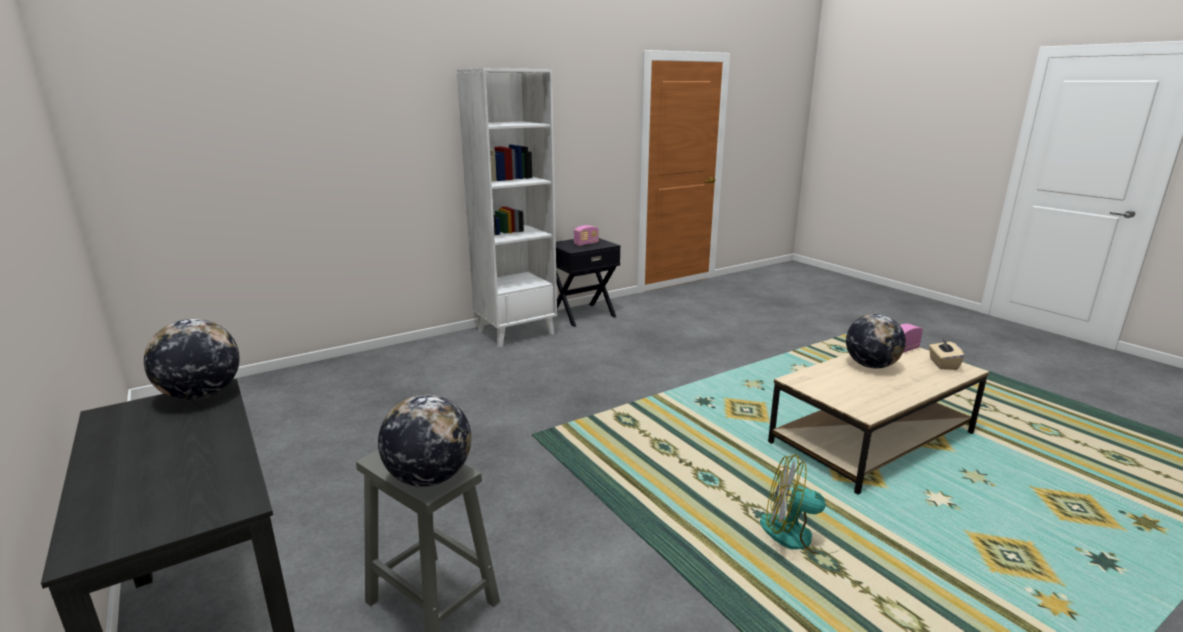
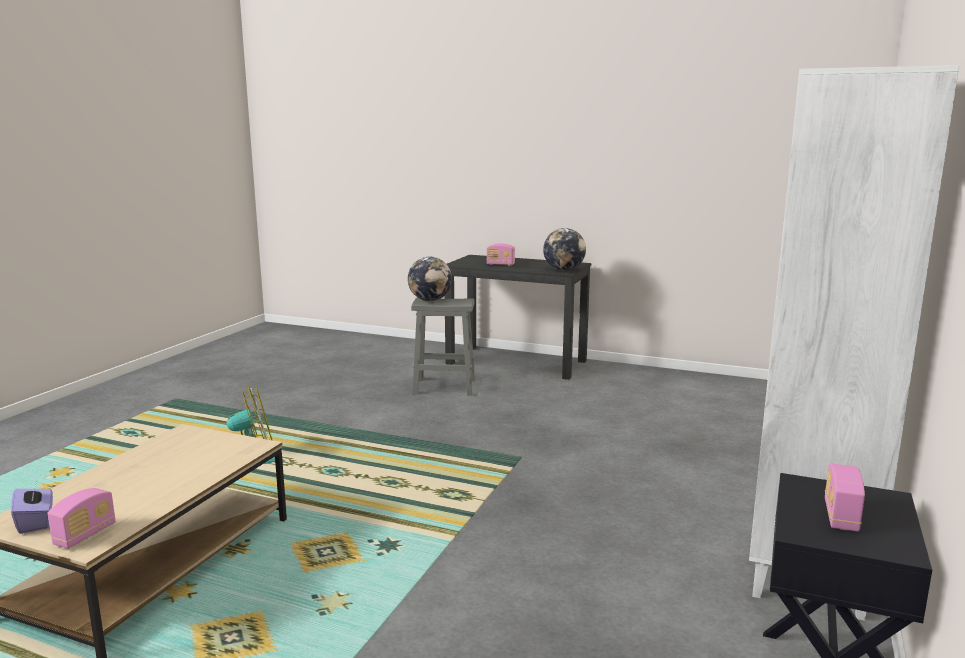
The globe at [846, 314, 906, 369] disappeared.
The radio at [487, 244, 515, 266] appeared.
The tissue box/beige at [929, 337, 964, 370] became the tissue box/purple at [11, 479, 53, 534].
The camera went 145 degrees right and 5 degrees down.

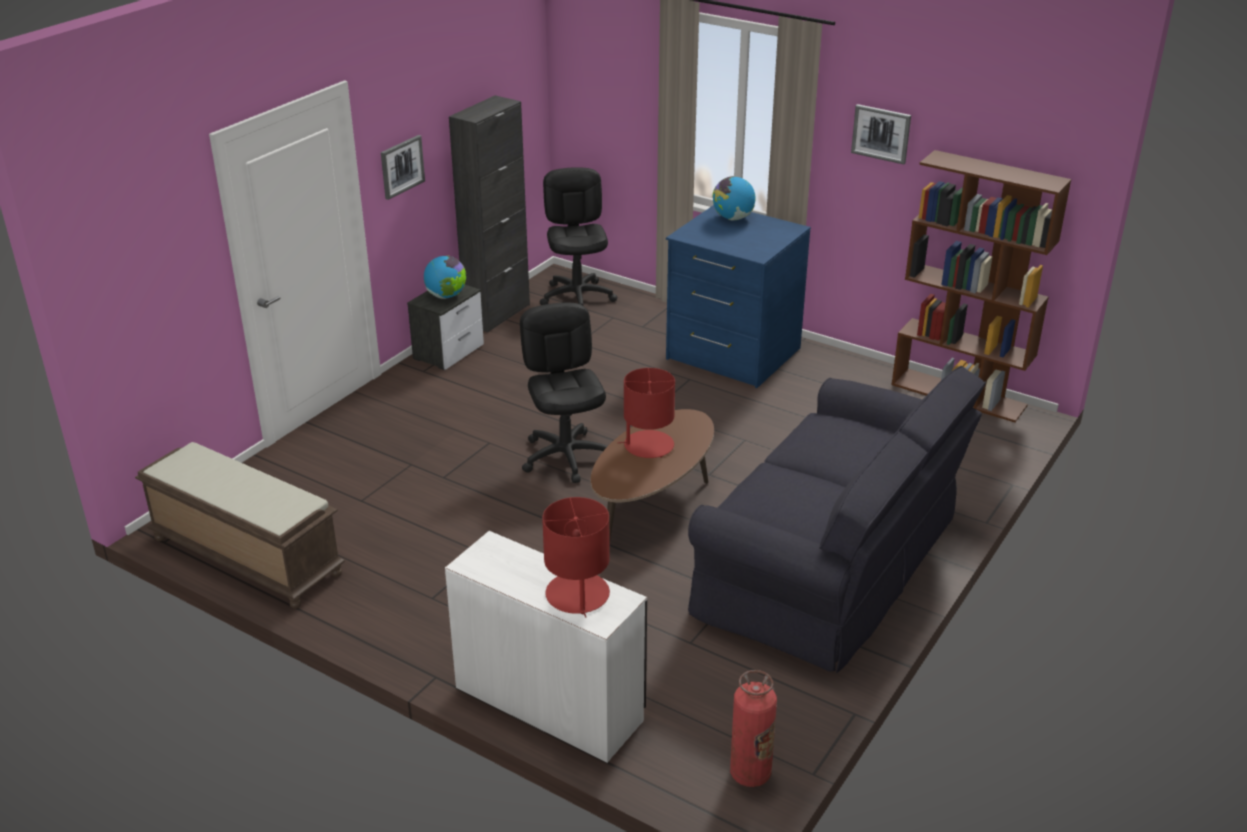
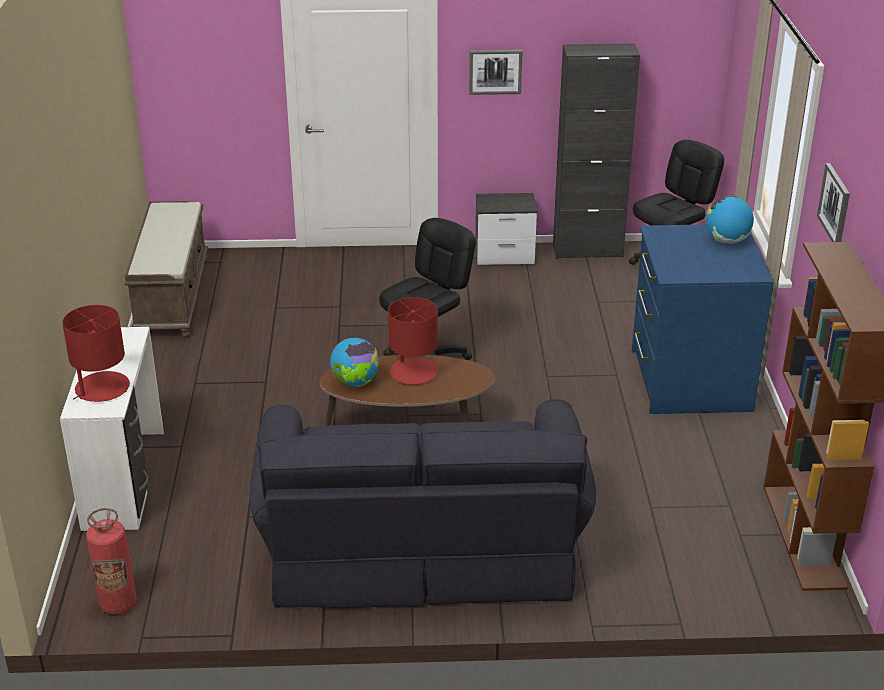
The globe moved from [424, 255, 466, 299] to [330, 338, 379, 387].
The camera went 55 degrees right and 0 degrees up.

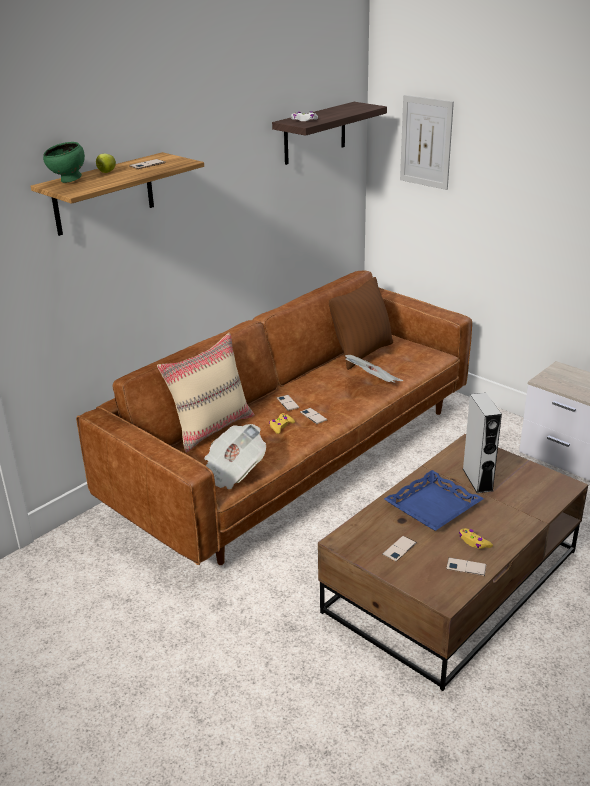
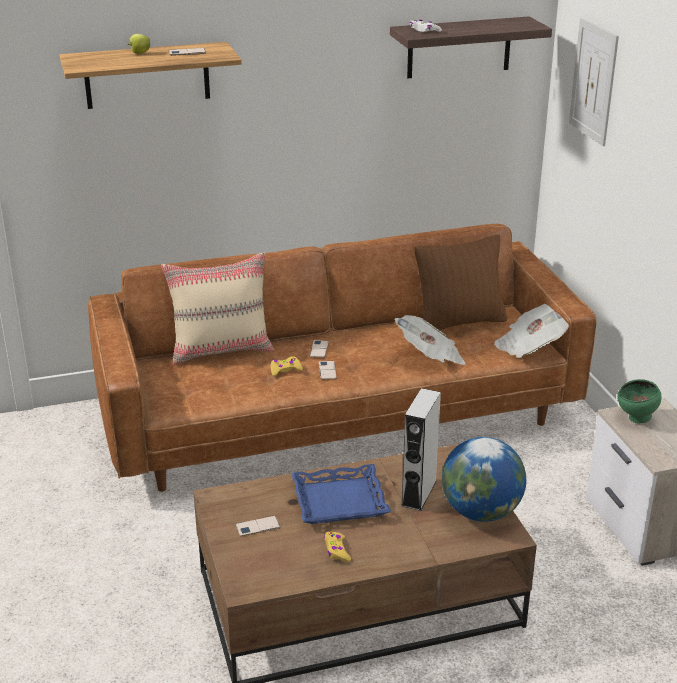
The phone at [446, 558, 486, 576] disappeared.
The globe at [442, 437, 526, 522] appeared.
The bowl/green moved from [43, 142, 85, 183] to [617, 379, 661, 423].
The newspaper moved from [204, 424, 266, 489] to [494, 304, 569, 358].
The camera went 30 degrees right and 0 degrees up.

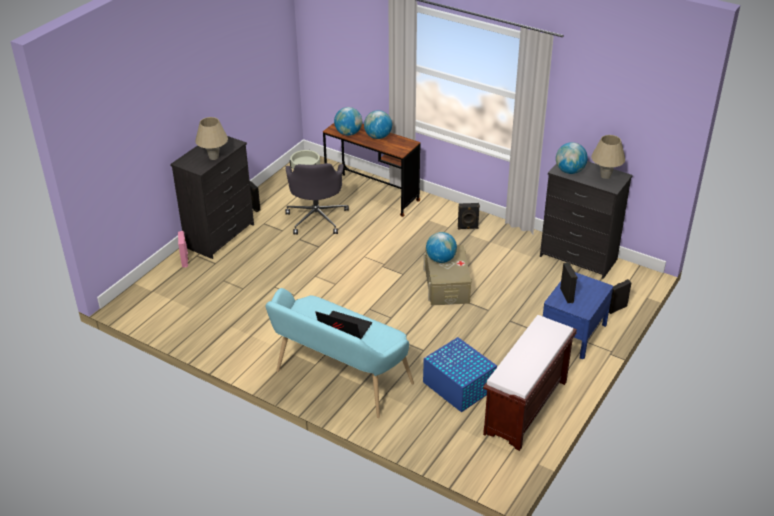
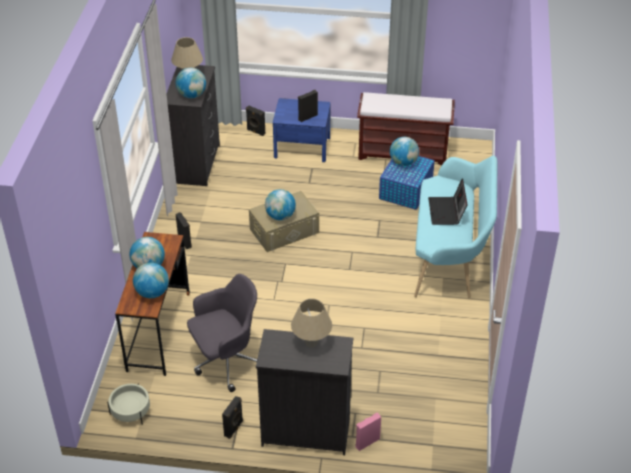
The globe at [390, 137, 419, 166] appeared.
The camera went 115 degrees left and 5 degrees up.

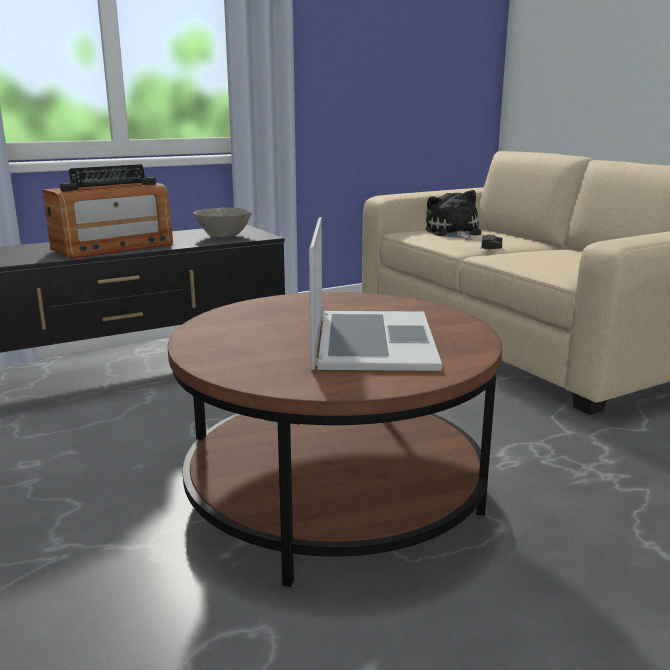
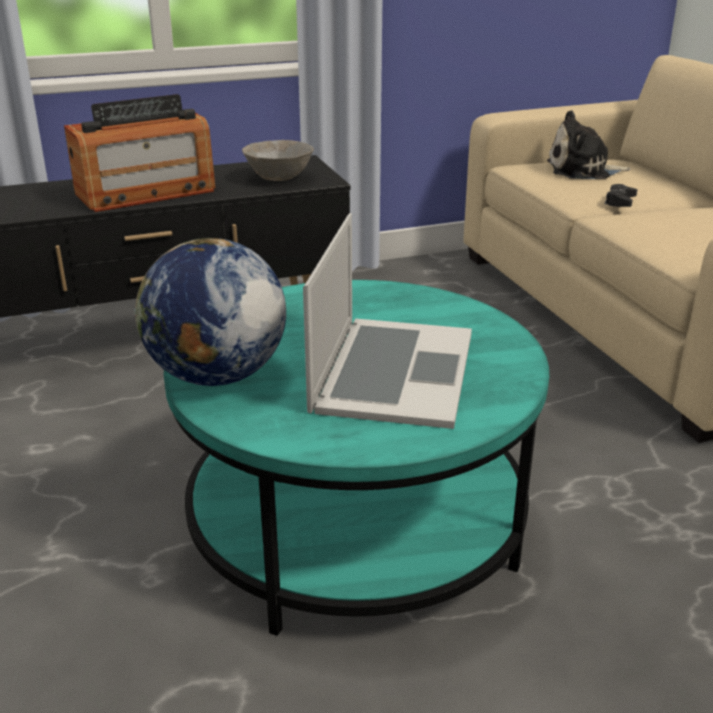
The globe at [134, 238, 286, 386] appeared.
The coffee table/brown at [168, 292, 502, 587] became the coffee table/turquoise at [164, 280, 549, 636].
The plush toy at [425, 190, 481, 240] turned 90 degrees counterclockwise.
The camera went 10 degrees right and 10 degrees up.

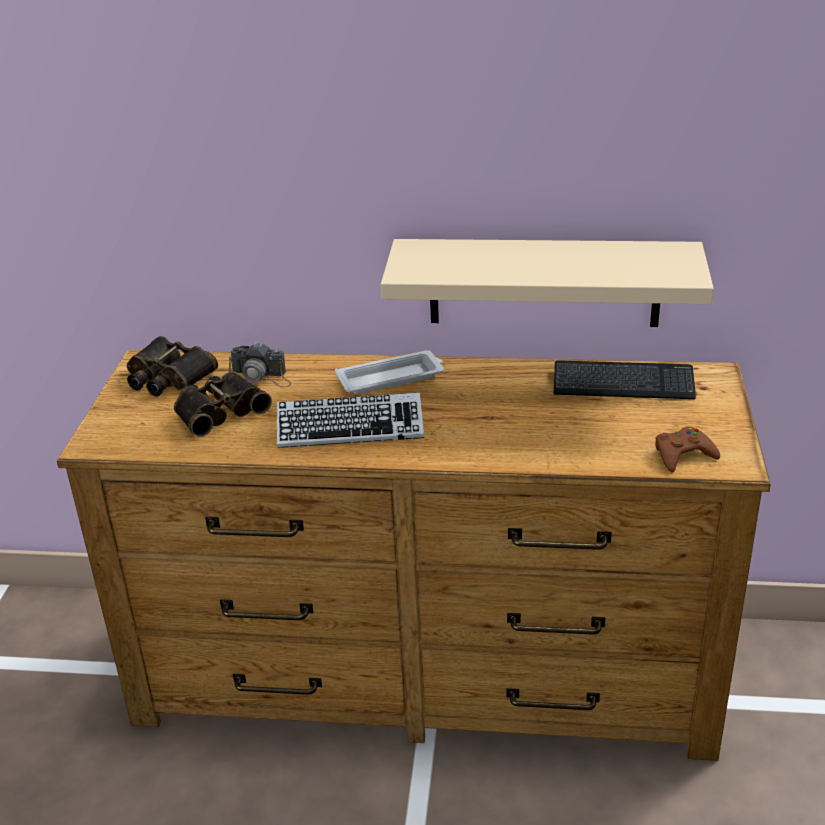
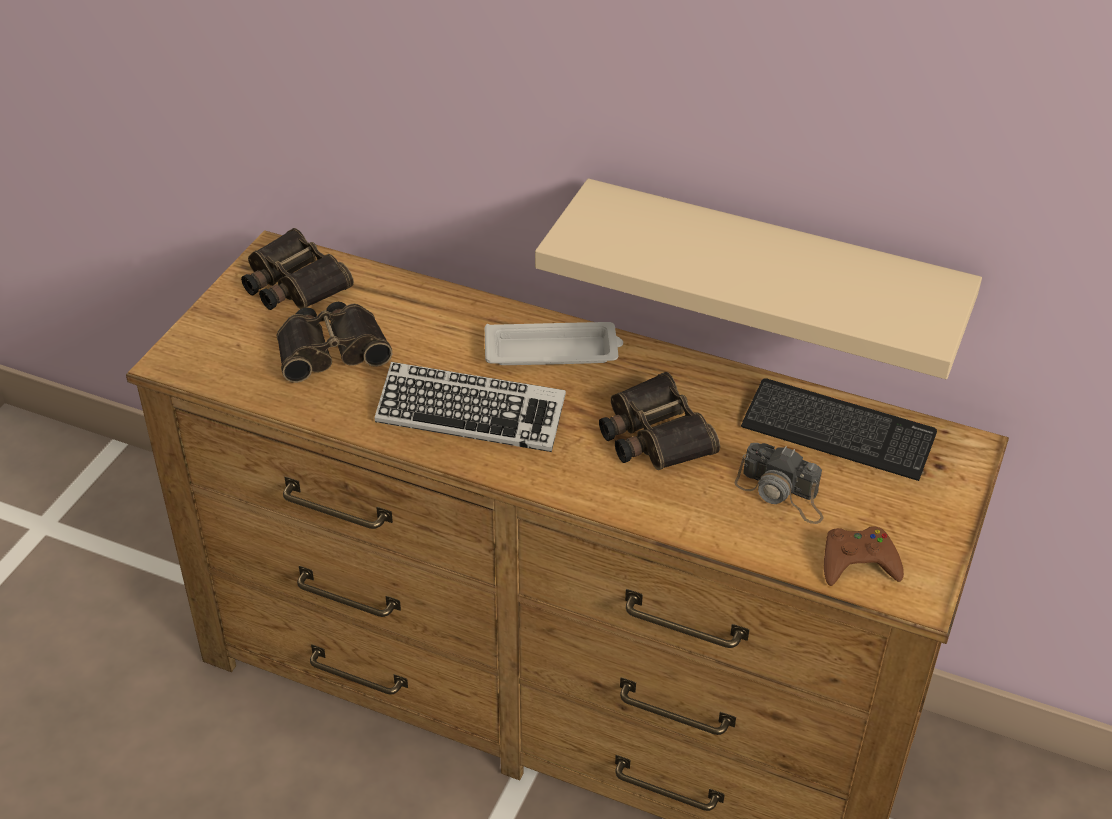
The binoculars at [599, 372, 720, 470] appeared.
The photo camera moved from [229, 342, 292, 388] to [735, 443, 824, 524].
The camera went 15 degrees right and 10 degrees up.

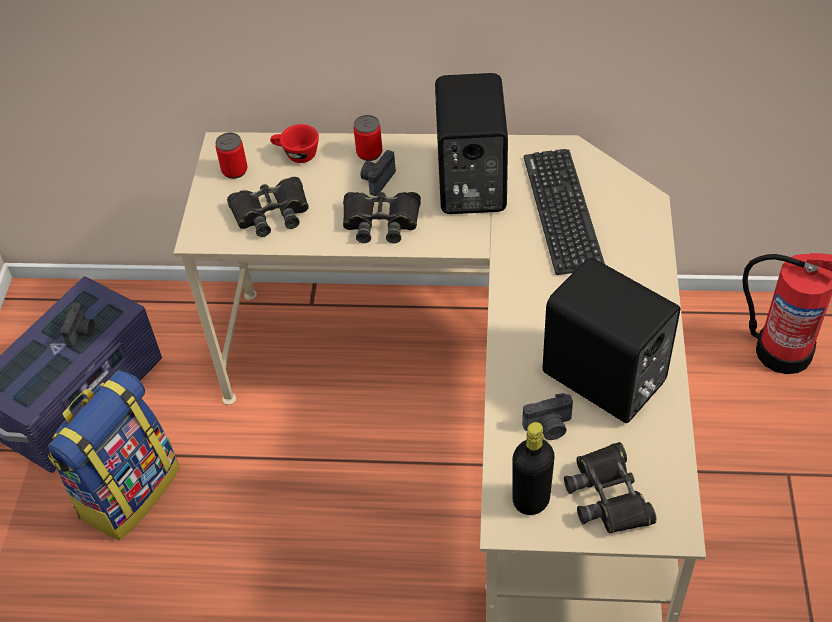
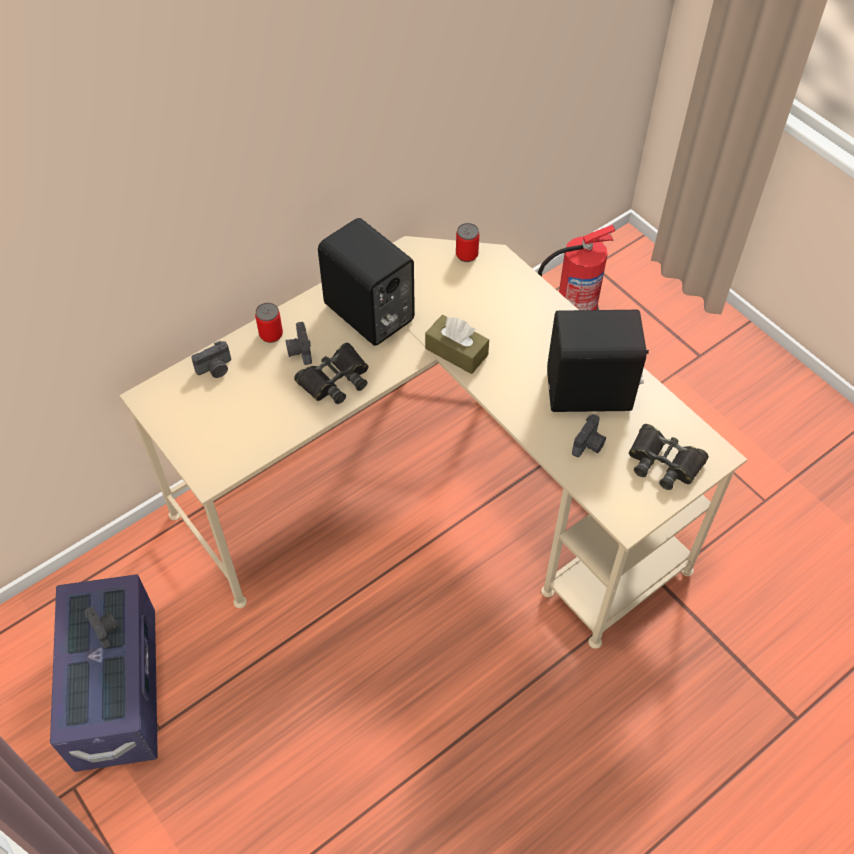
The backpack at [48, 370, 180, 540] disappeared.
The binoculars/black at [227, 177, 309, 237] disappeared.
The bottle/black at [512, 422, 555, 515] disappeared.
The keyboard at [524, 149, 605, 275] disappeared.
The tissue box/brown at [425, 315, 489, 374] appeared.
The can moved from [215, 133, 247, 179] to [456, 223, 479, 262].
The cup/red at [270, 124, 319, 163] was replaced by the photo camera at [191, 341, 231, 378].
The camera went 45 degrees left and 5 degrees up.

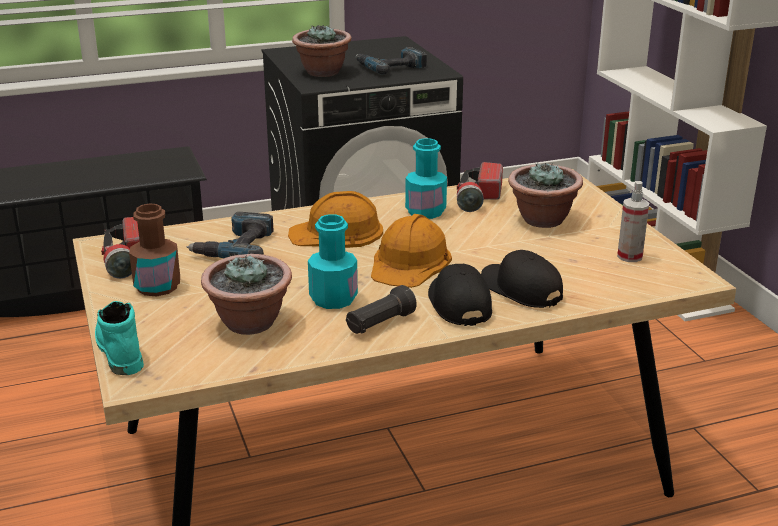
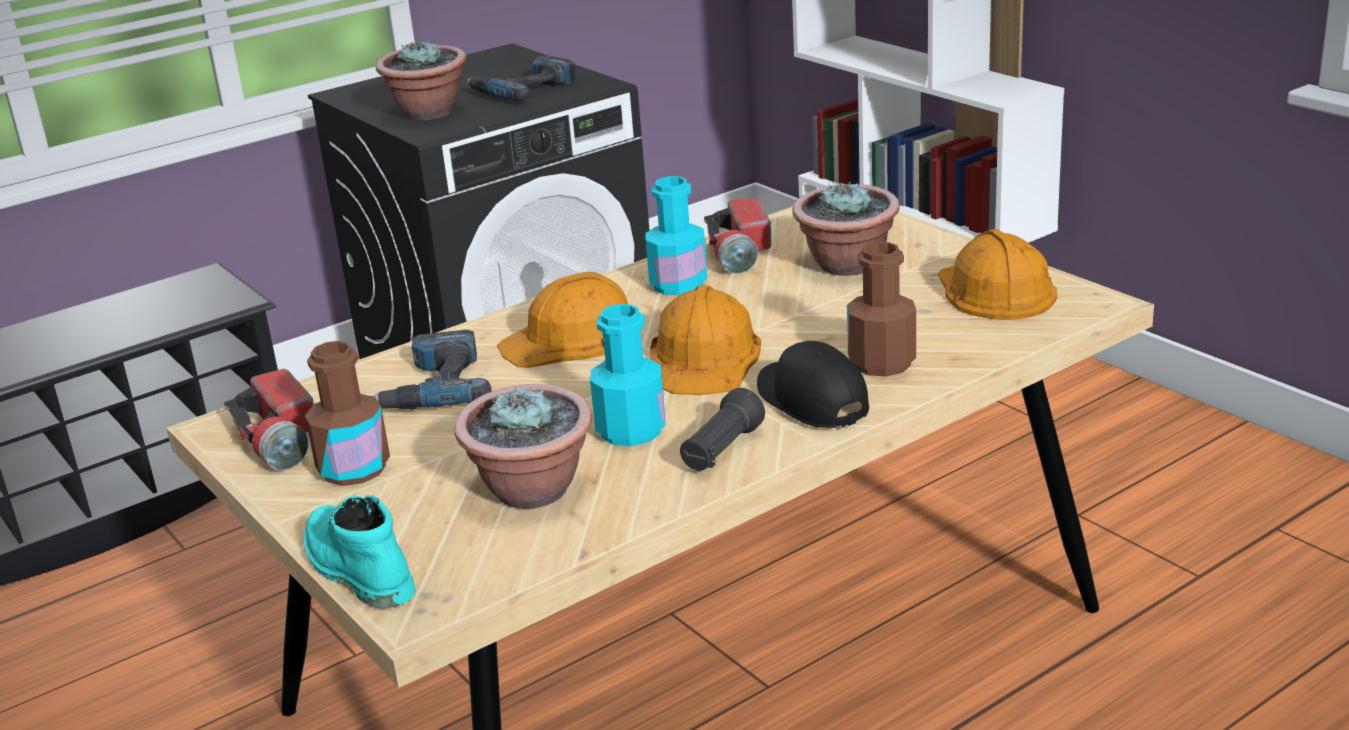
The cap/black at [481, 250, 563, 308] was replaced by the bottle/brown at [847, 242, 916, 377].
The spray bottle at [617, 181, 649, 262] was replaced by the hard hat/orange at [938, 229, 1057, 320].
The camera went 15 degrees left and 0 degrees up.

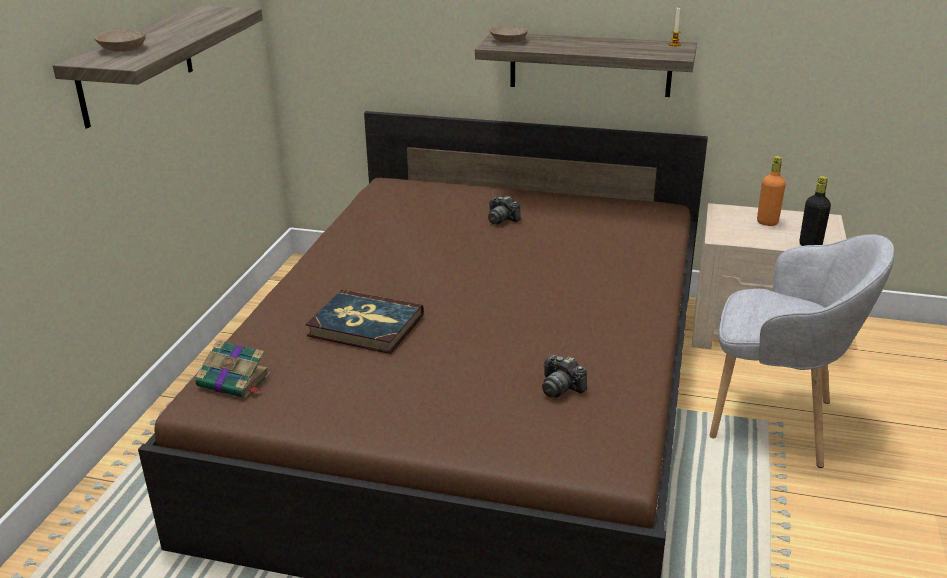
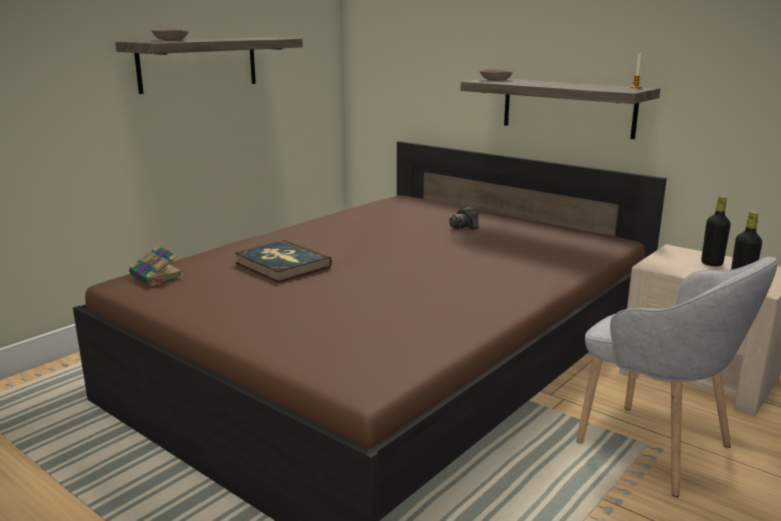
The photo camera at [542, 354, 587, 398] disappeared.
The bottle/orange at [757, 156, 786, 226] became the bottle/black at [701, 196, 731, 267].
The camera went 25 degrees right and 10 degrees down.

